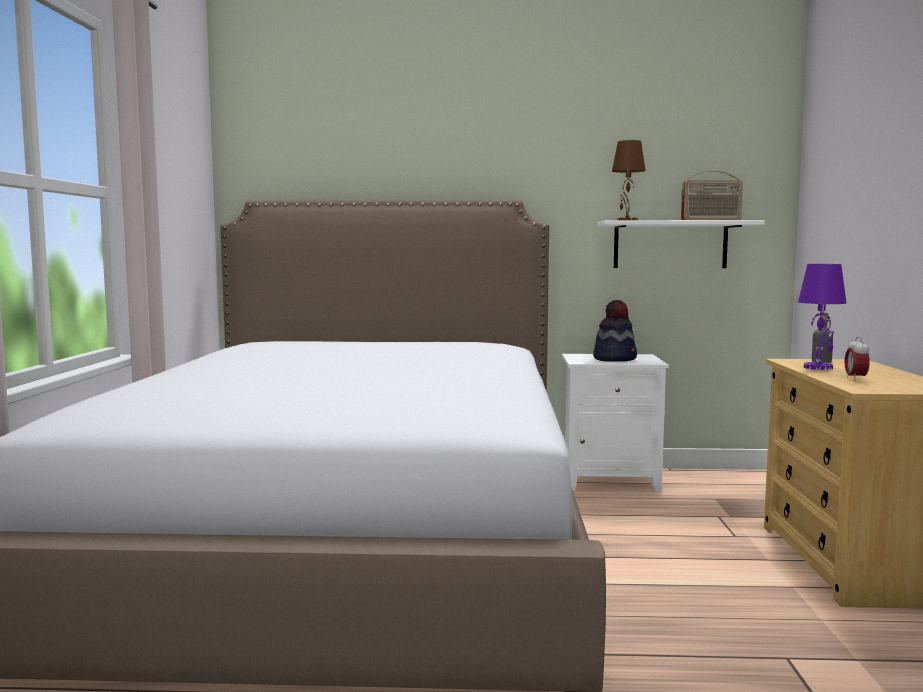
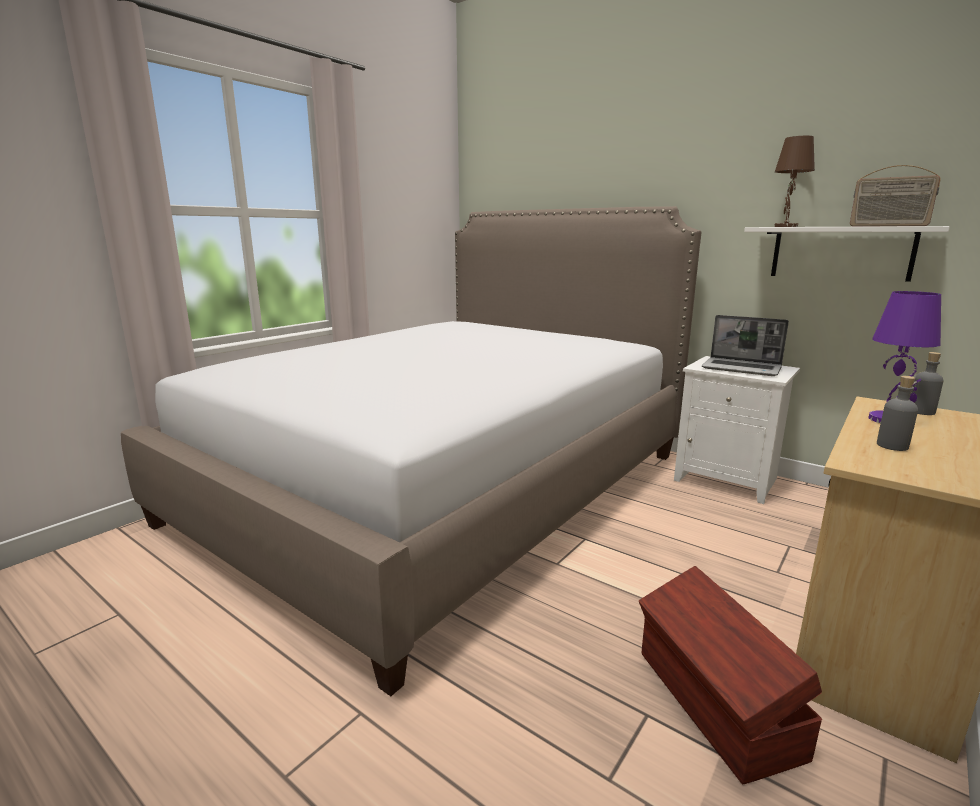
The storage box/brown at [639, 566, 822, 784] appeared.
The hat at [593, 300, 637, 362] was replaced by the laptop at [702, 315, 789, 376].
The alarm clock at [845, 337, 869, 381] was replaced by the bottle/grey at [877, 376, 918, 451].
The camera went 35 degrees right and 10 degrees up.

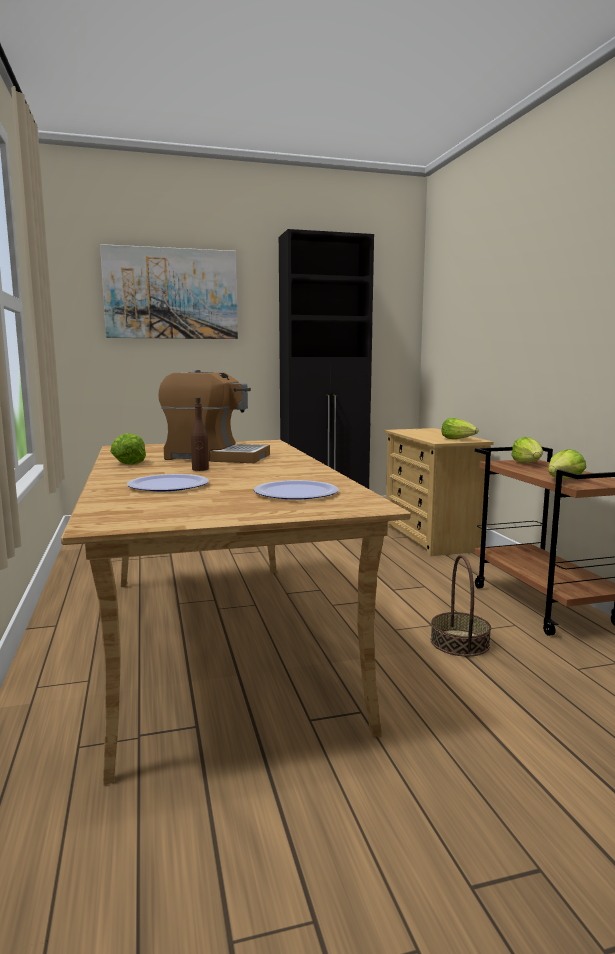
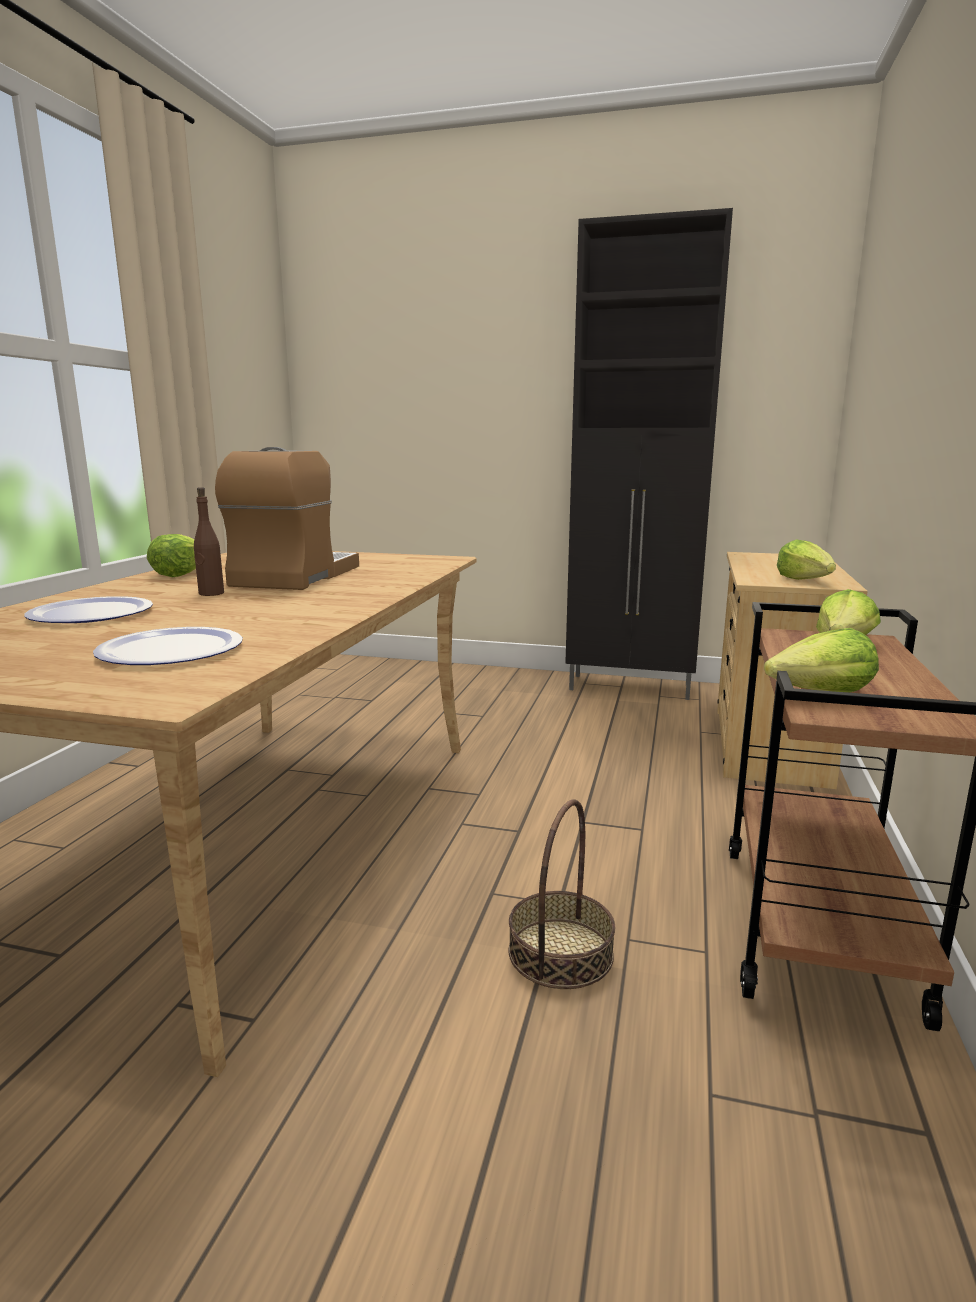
The picture at [100, 244, 238, 339] disappeared.
The coffee machine at [158, 370, 270, 463] turned 120 degrees counterclockwise.
The camera went 30 degrees right and 5 degrees up.

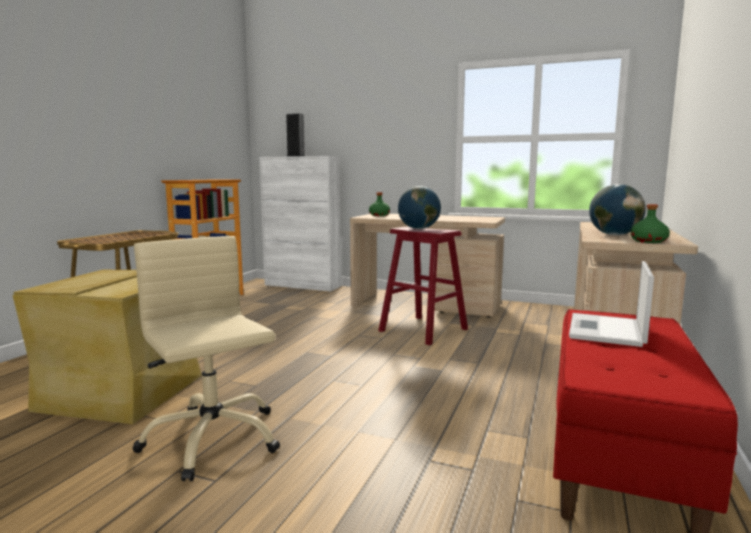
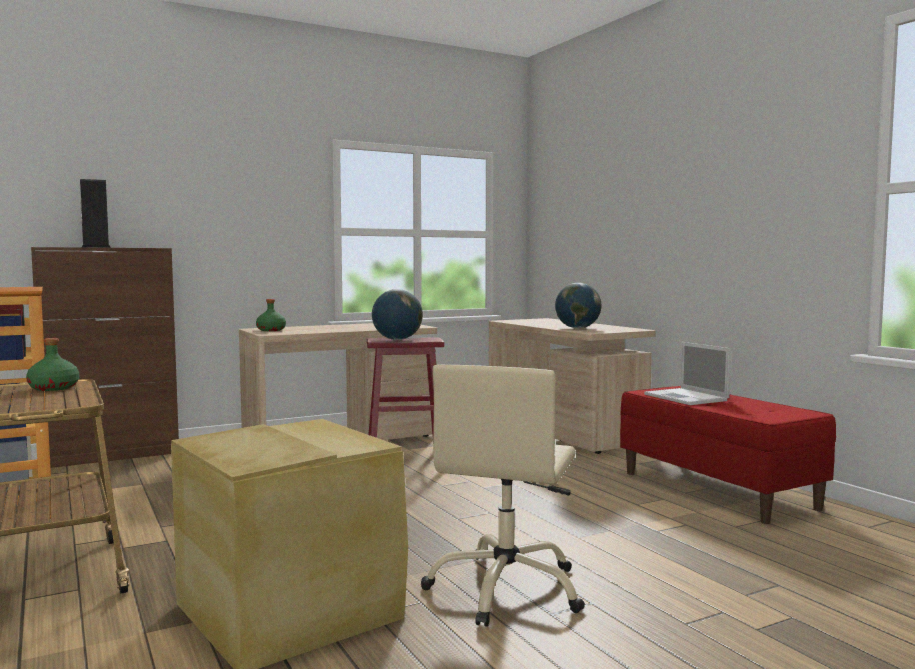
The bottle/green moved from [630, 204, 670, 243] to [26, 338, 79, 391].
The cabinet/white at [259, 156, 341, 291] became the cabinet/brown at [31, 247, 179, 468].
The office chair/beige at [133, 236, 280, 481] turned 75 degrees counterclockwise.
The camera went 50 degrees left and 5 degrees down.

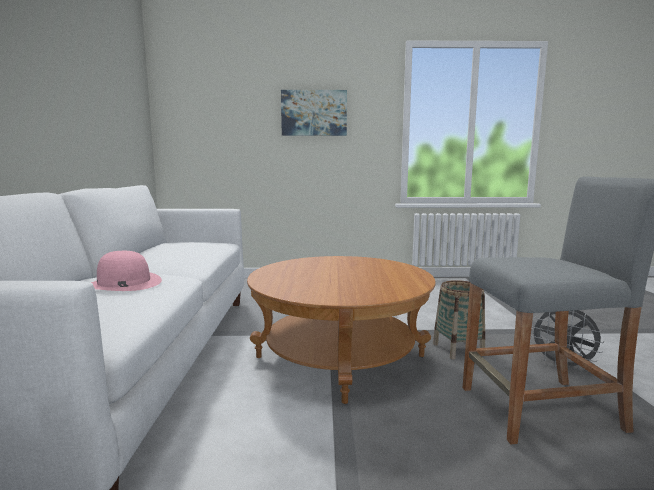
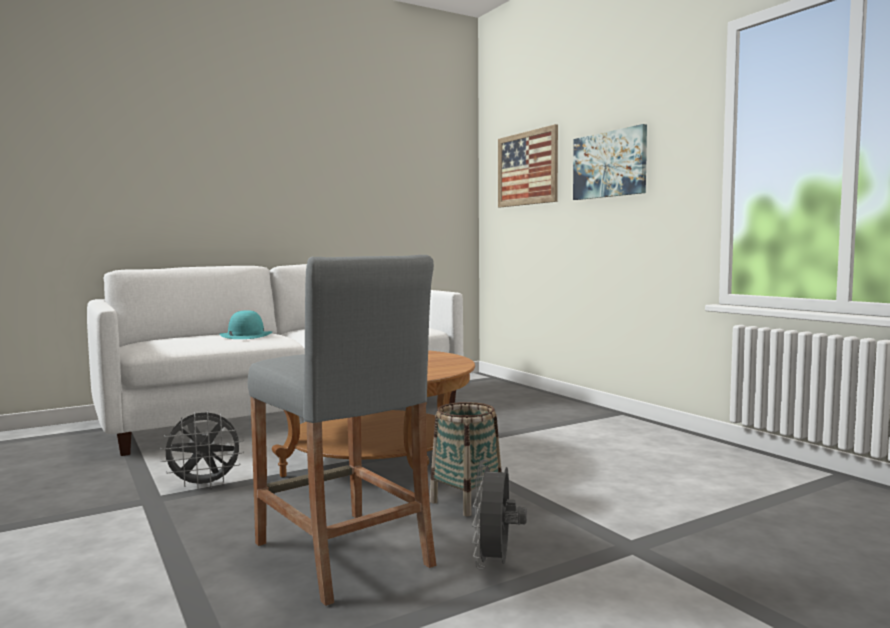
The fan/grey at [160, 411, 244, 489] appeared.
The picture at [498, 124, 558, 207] appeared.
The hat/pink at [91, 251, 162, 291] became the hat/turquoise at [219, 310, 272, 339].
The camera went 60 degrees right and 5 degrees down.

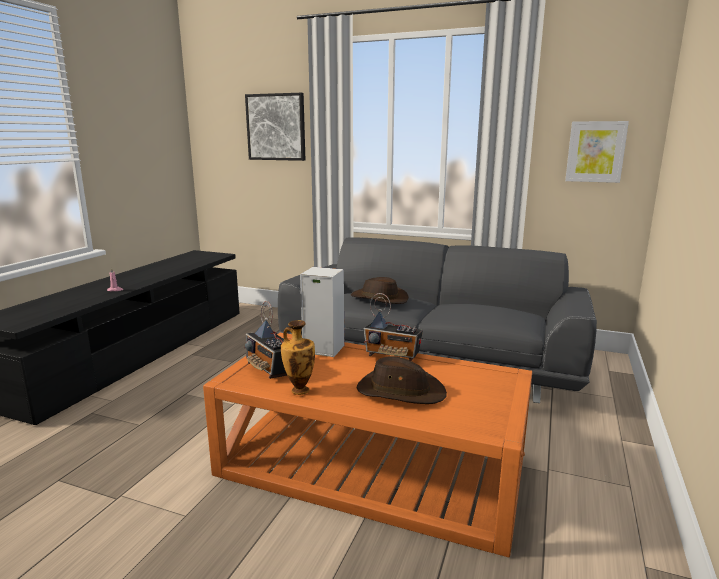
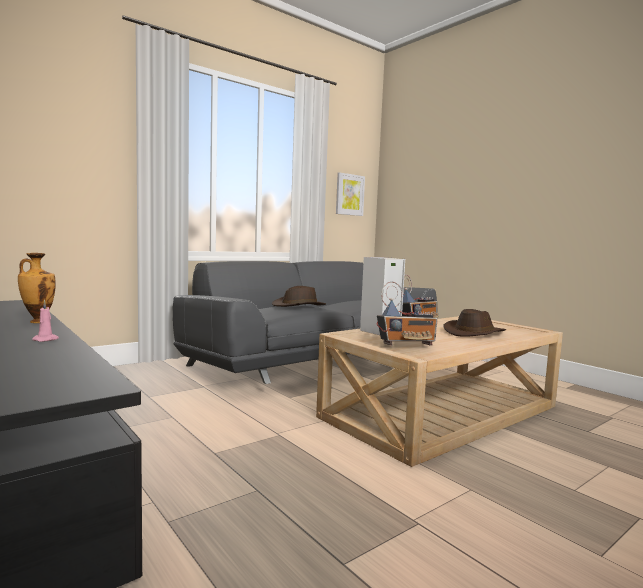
The picture at [245, 93, 305, 161] disappeared.
The vase moved from [281, 320, 315, 395] to [18, 253, 56, 323].
The coffee table/orange at [203, 333, 532, 558] became the coffee table/beige at [316, 316, 563, 467].
The camera went 60 degrees left and 10 degrees down.

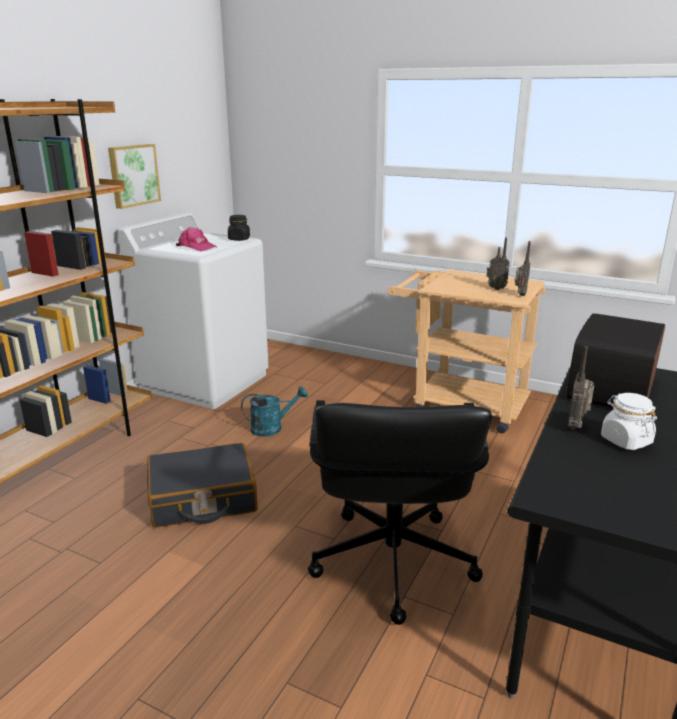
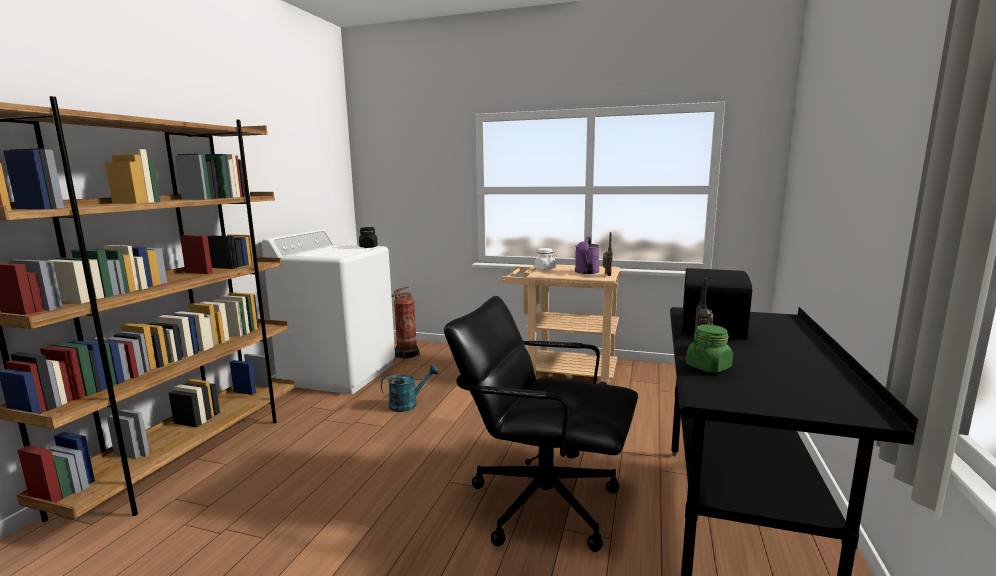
The picture at [108, 144, 161, 209] disappeared.
The suitcase/black at [147, 443, 258, 528] disappeared.
The cap/pink at [176, 227, 217, 251] disappeared.
The fire extinguisher at [391, 287, 420, 359] appeared.
The jar/green at [686, 325, 733, 373] appeared.
The jar/white moved from [601, 393, 657, 450] to [535, 248, 556, 270].
The radio at [486, 238, 510, 290] was replaced by the watering can/purple at [575, 237, 599, 274].
The office chair/black at [308, 400, 492, 625] turned 120 degrees clockwise.
The camera went 10 degrees left and 10 degrees down.

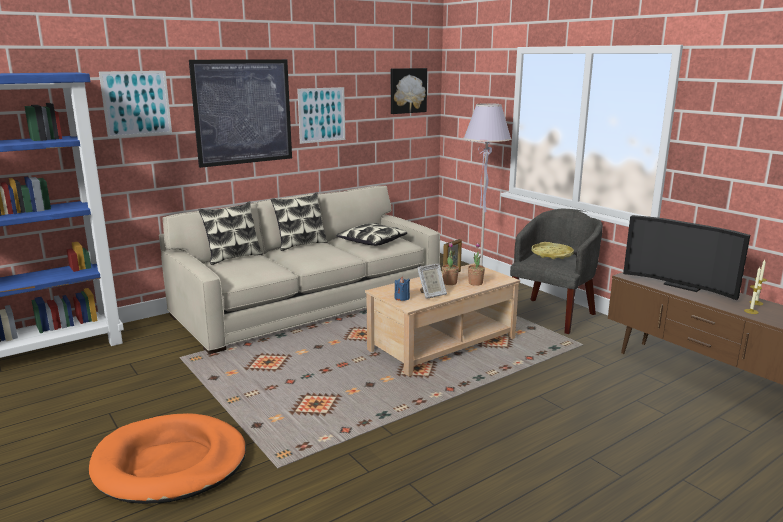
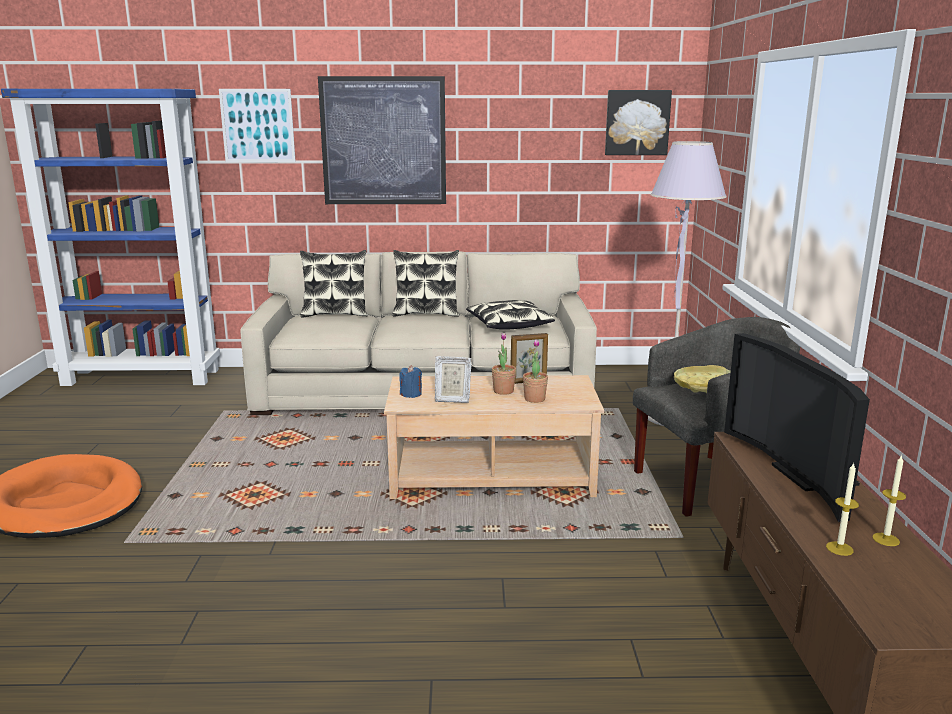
The picture at [297, 87, 345, 144] disappeared.
The camera went 35 degrees right and 0 degrees up.

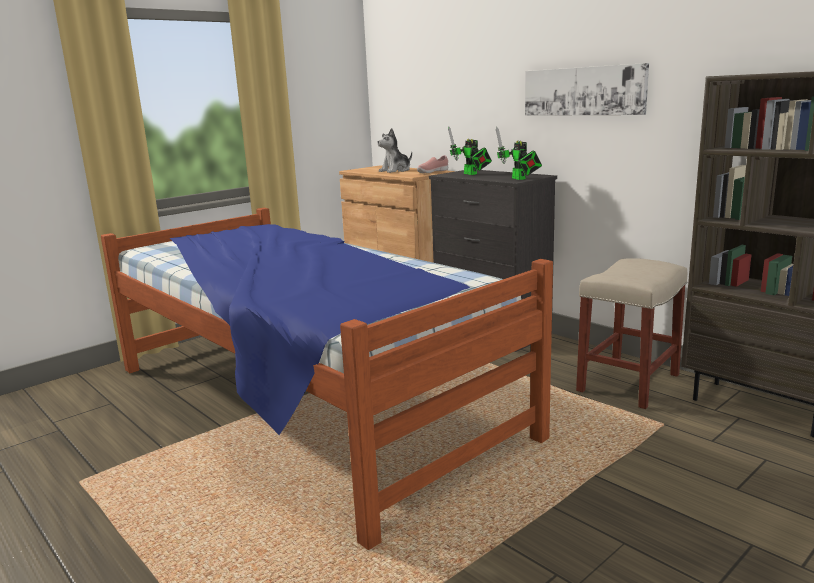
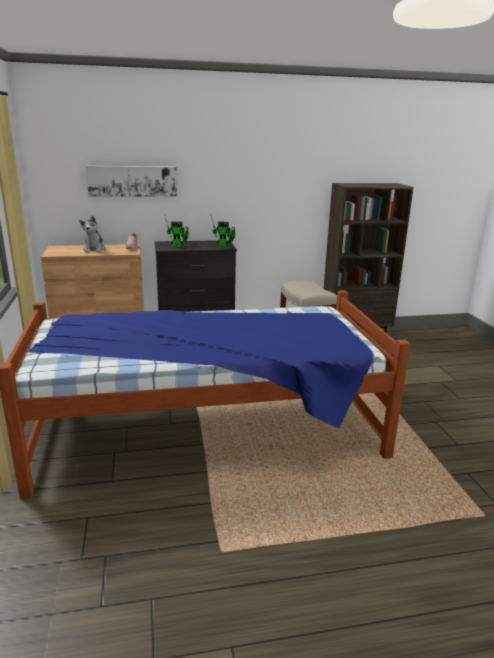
The picture moved from [525, 63, 649, 116] to [86, 166, 177, 197].
The camera went 60 degrees left and 5 degrees up.

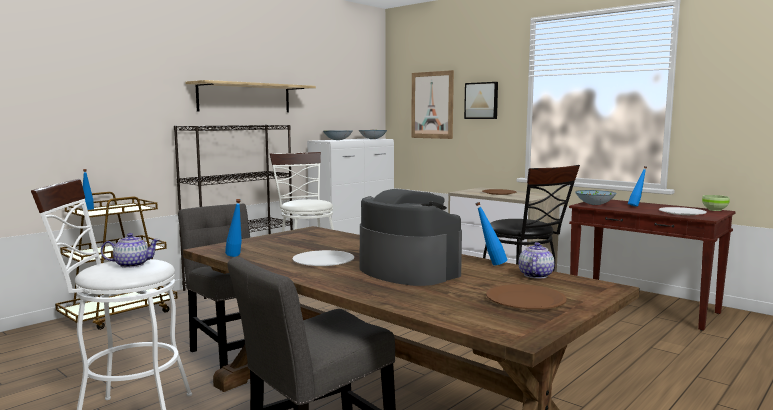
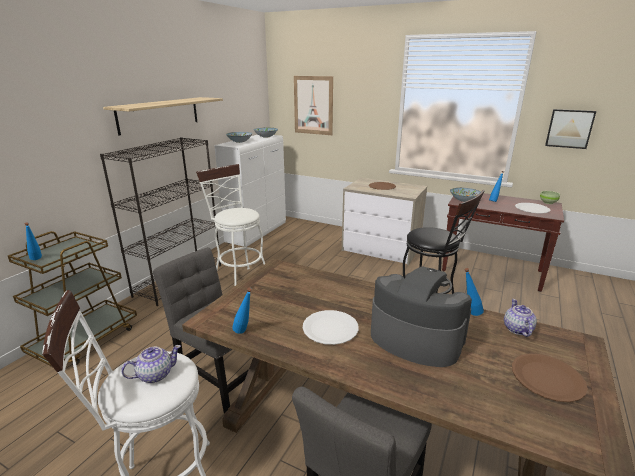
The picture moved from [464, 82, 498, 119] to [545, 109, 596, 149].
The camera went 15 degrees left and 15 degrees up.

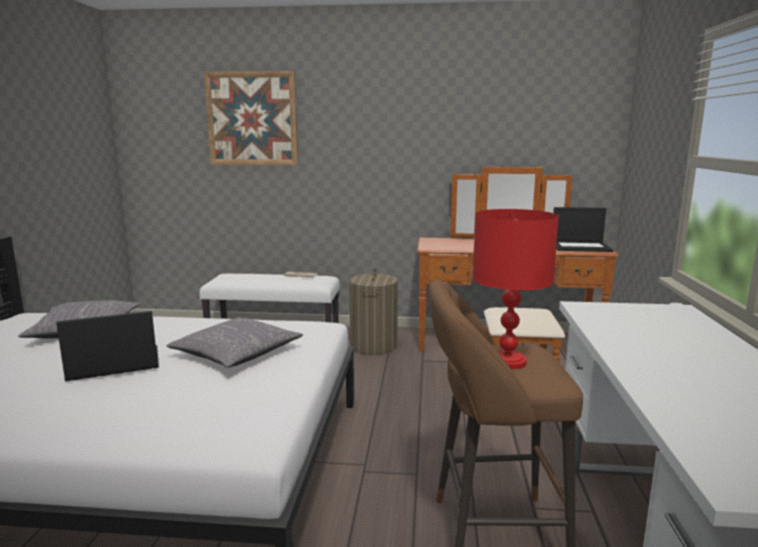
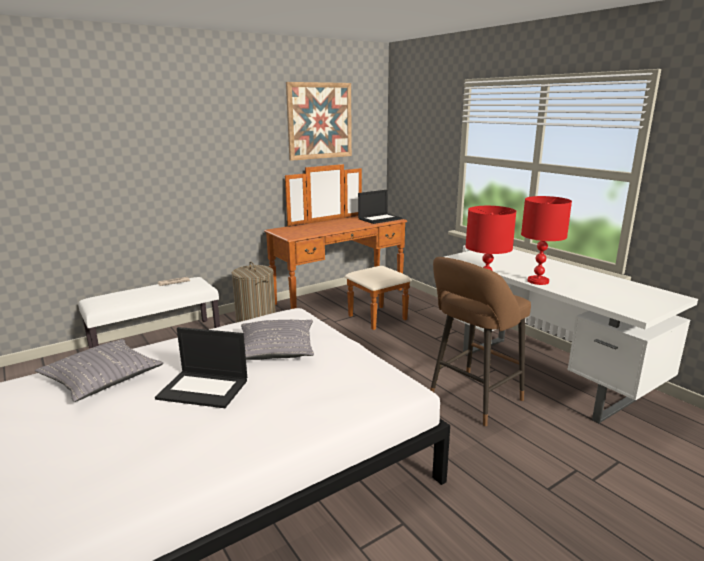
The table lamp/red at [521, 196, 572, 285] appeared.
The picture moved from [204, 71, 298, 165] to [286, 82, 352, 161].
The laptop at [56, 311, 159, 381] turned 105 degrees counterclockwise.
The camera went 40 degrees left and 5 degrees up.

